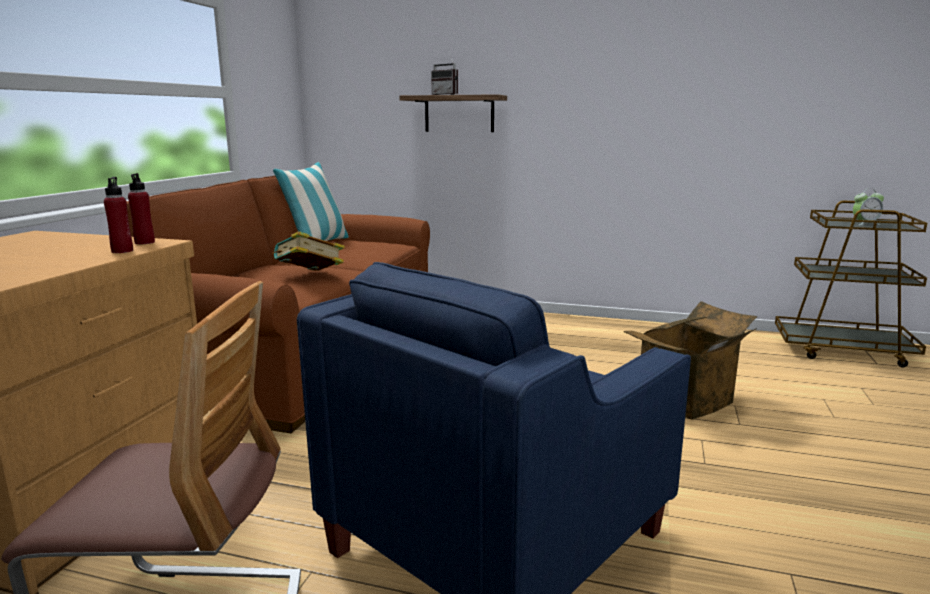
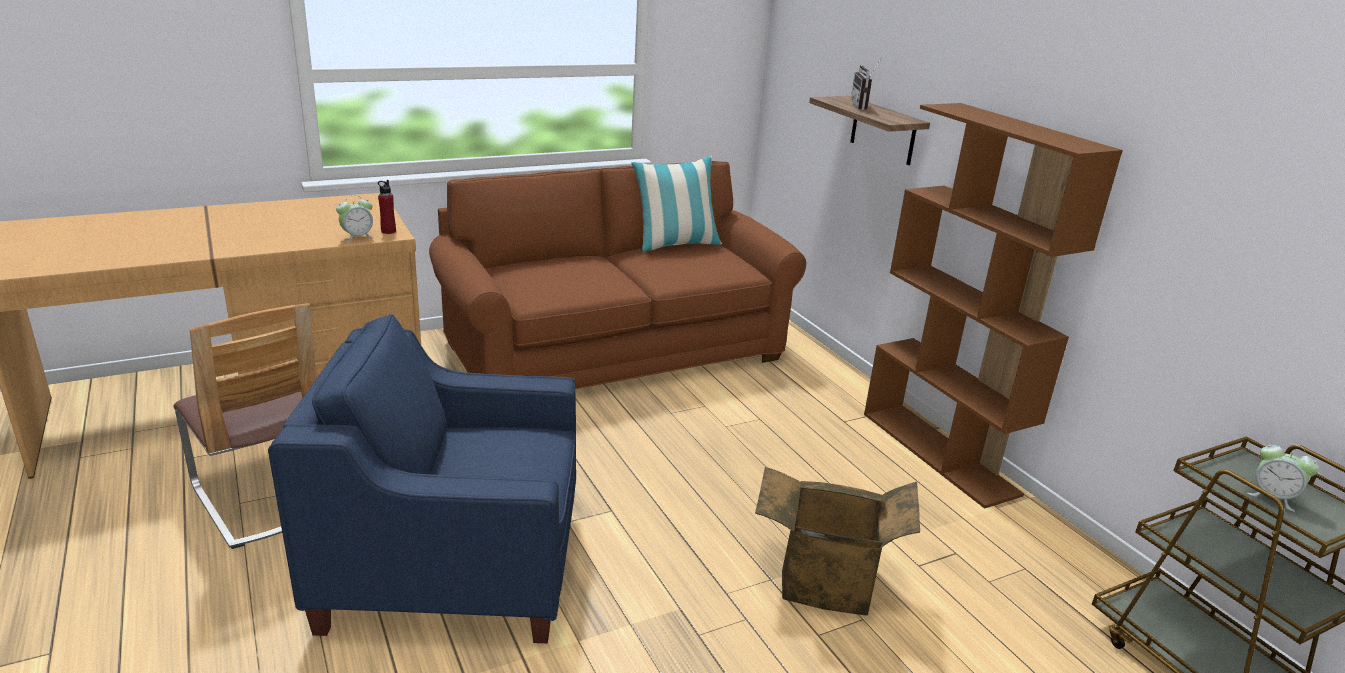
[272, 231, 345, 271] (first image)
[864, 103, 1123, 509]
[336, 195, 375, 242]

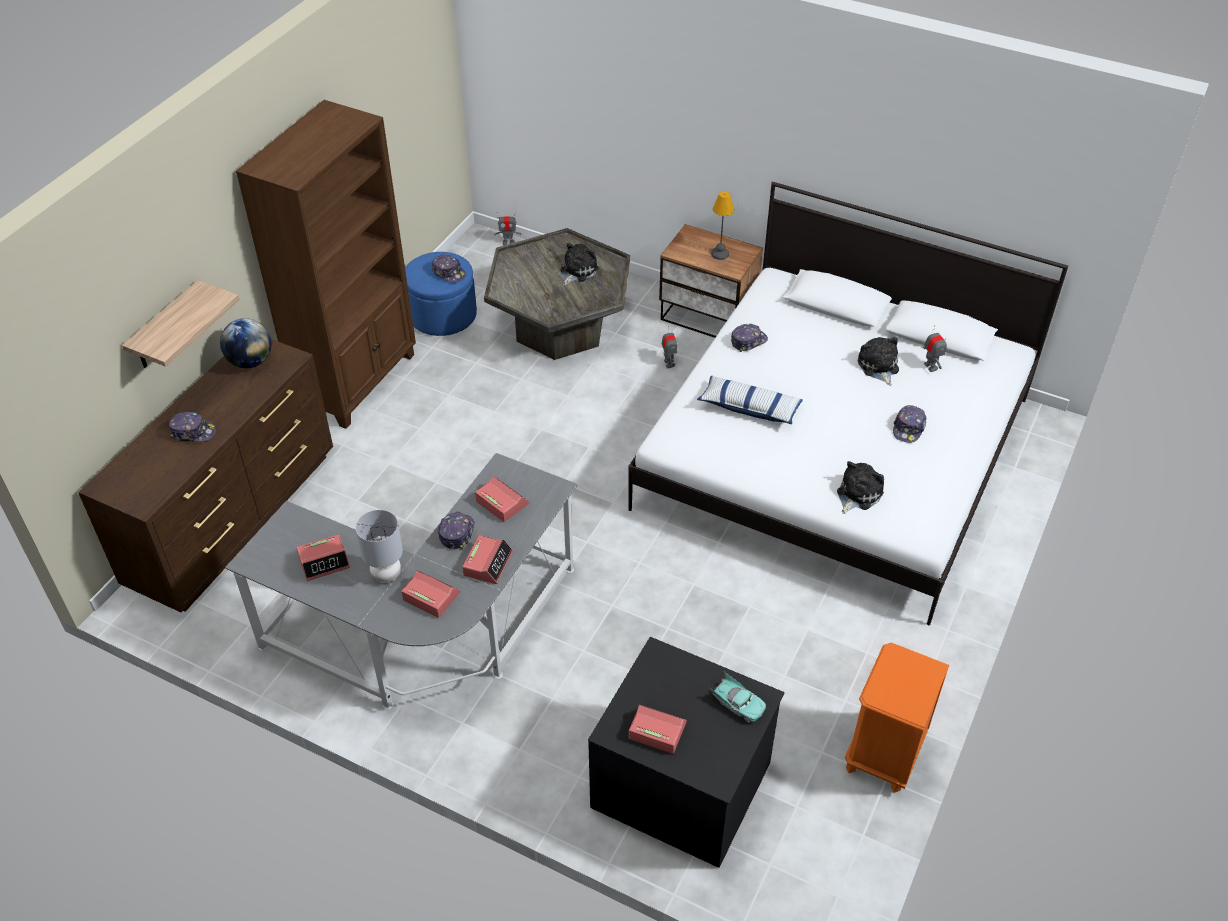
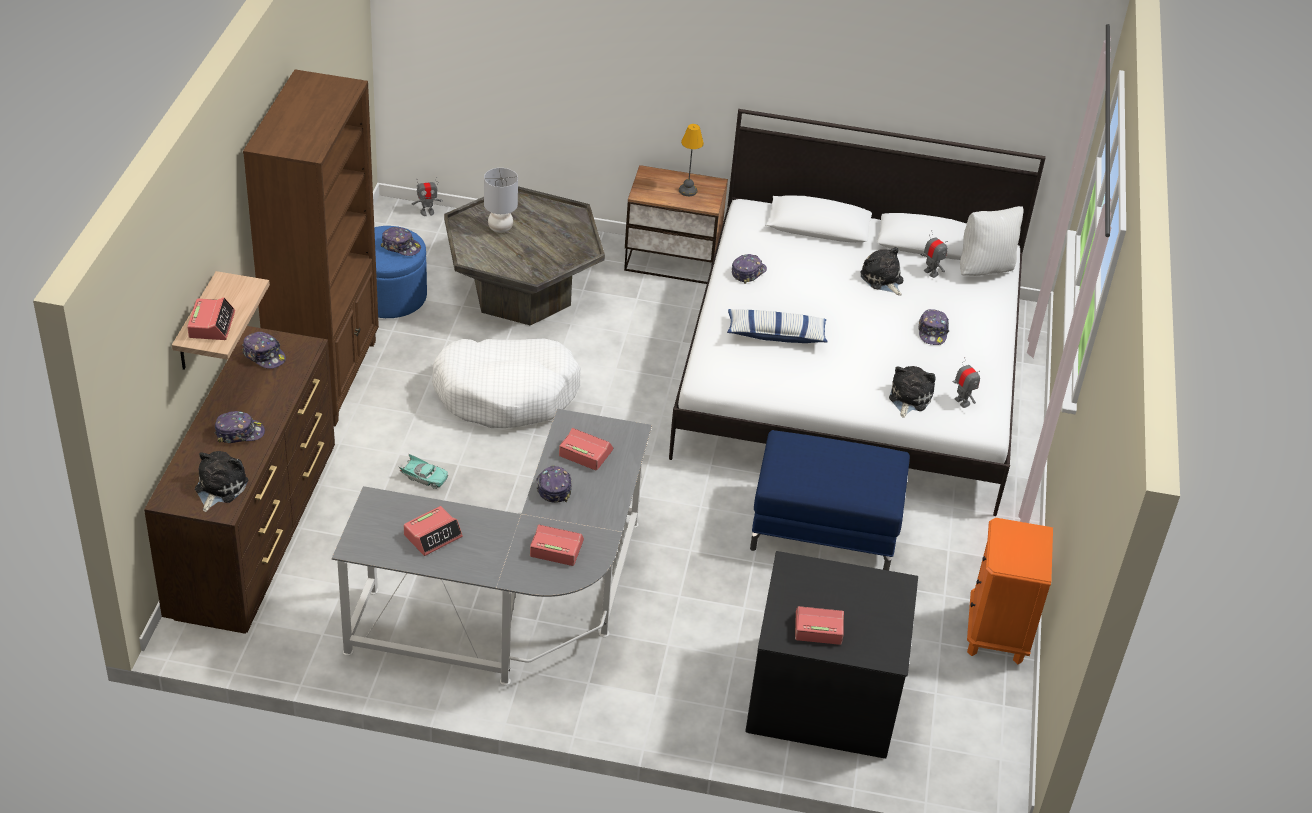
[432, 339, 581, 428]
[750, 430, 910, 571]
[960, 206, 1024, 276]
[484, 168, 518, 233]
[187, 297, 235, 340]
[195, 451, 249, 512]
[953, 357, 980, 408]
[398, 454, 448, 489]
[242, 332, 286, 369]

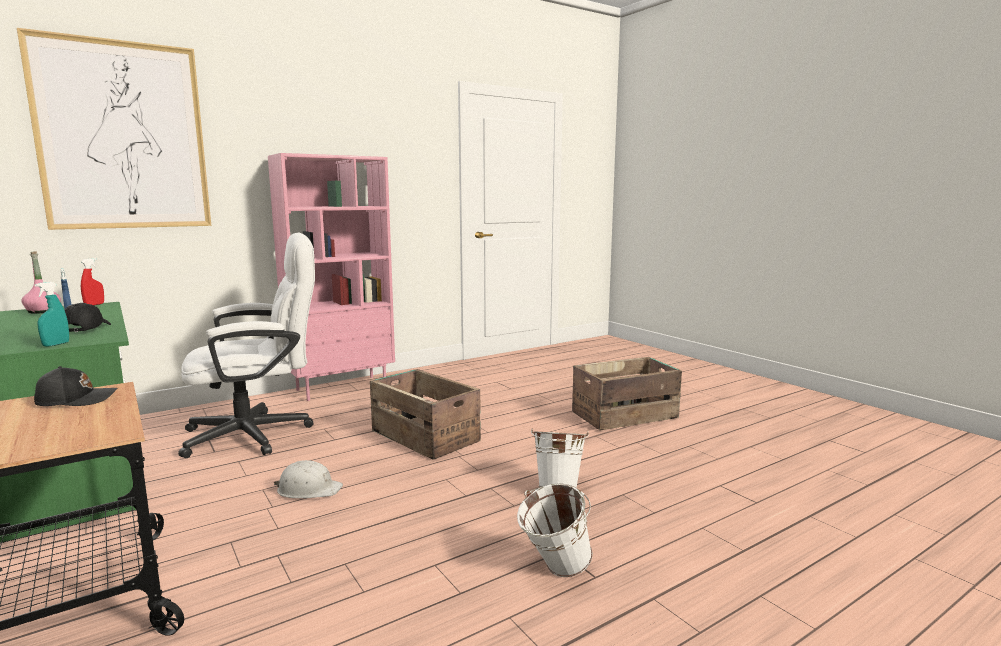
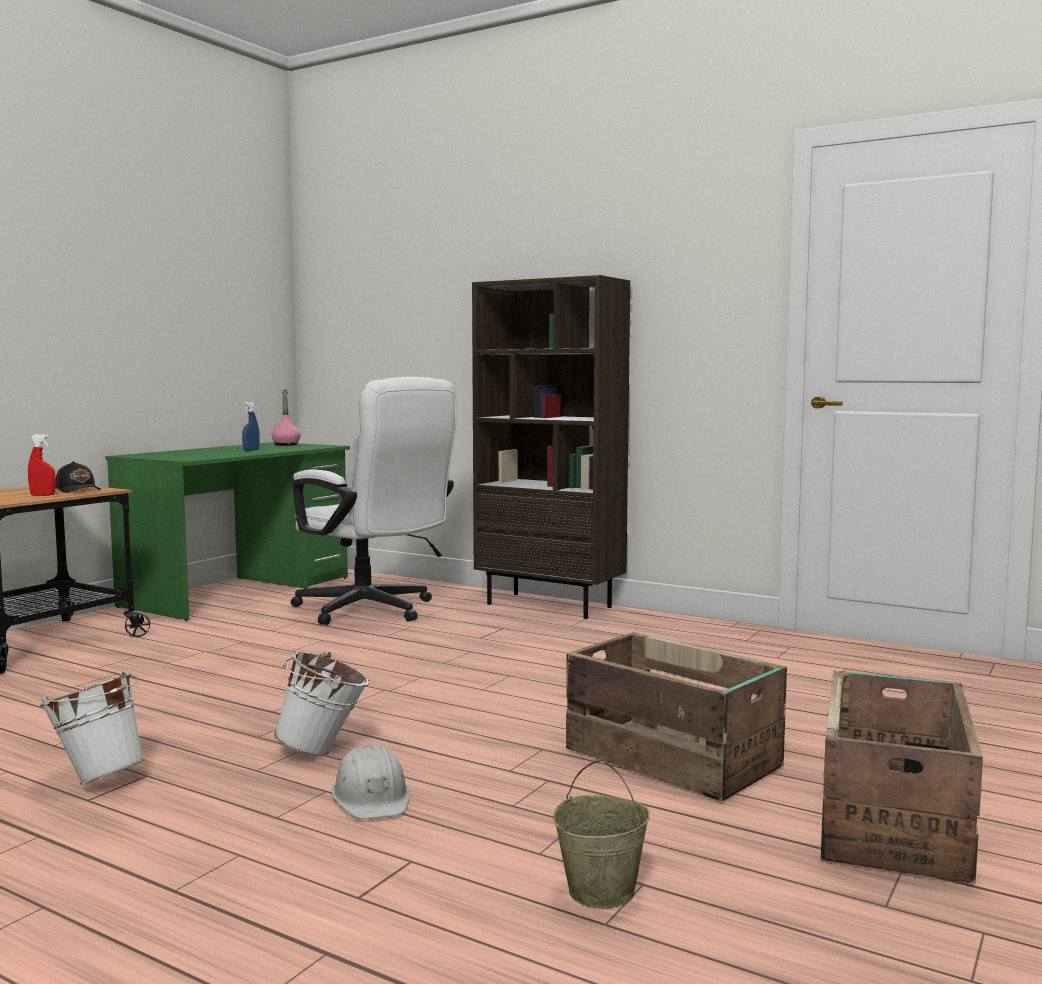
[17, 28, 211, 230] (first image)
[35, 282, 69, 347] (first image)
[64, 303, 111, 332] (first image)
[553, 759, 650, 908]
[28, 434, 56, 496]
[331, 744, 410, 819]
[821, 671, 983, 884]
[472, 275, 630, 619]

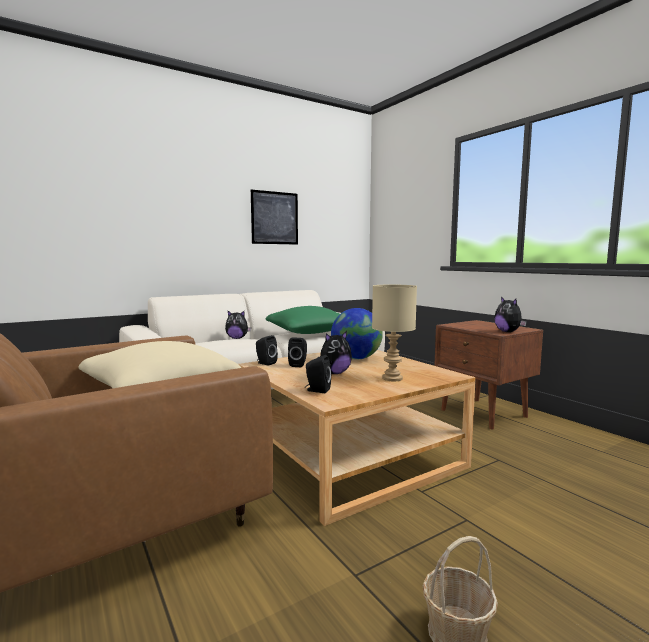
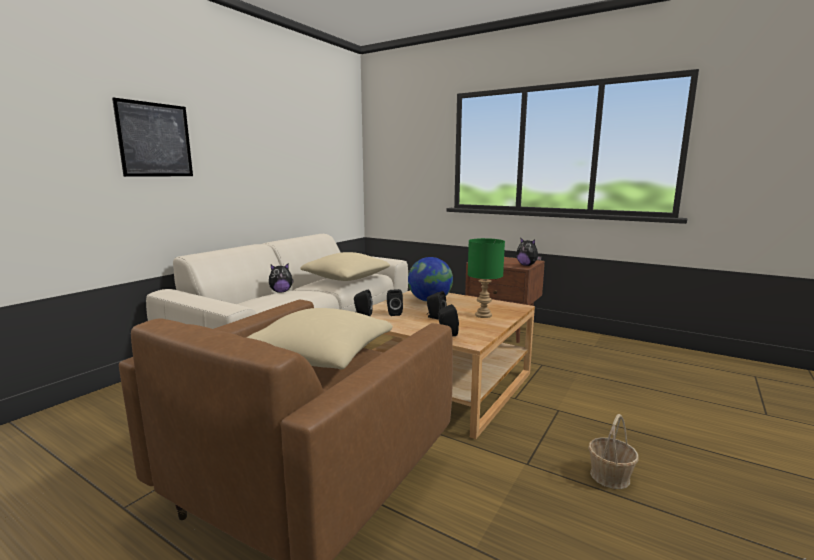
[112, 97, 193, 177]
[426, 291, 447, 320]
[300, 252, 390, 281]
[468, 238, 505, 318]

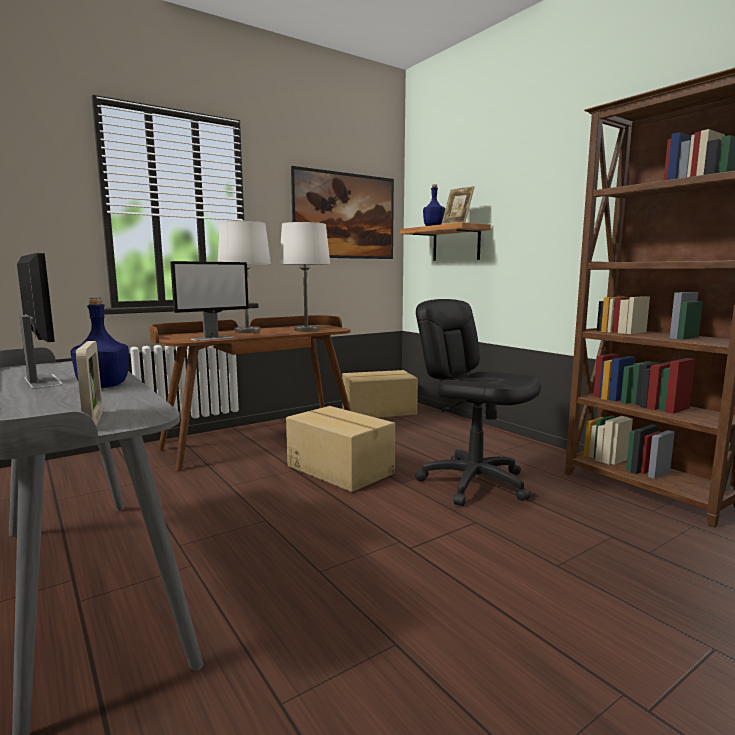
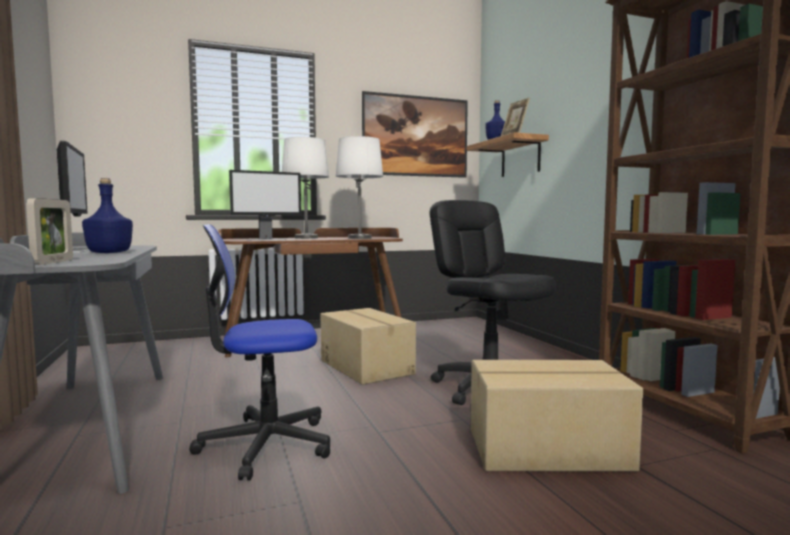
[189, 224, 330, 481]
[471, 360, 643, 471]

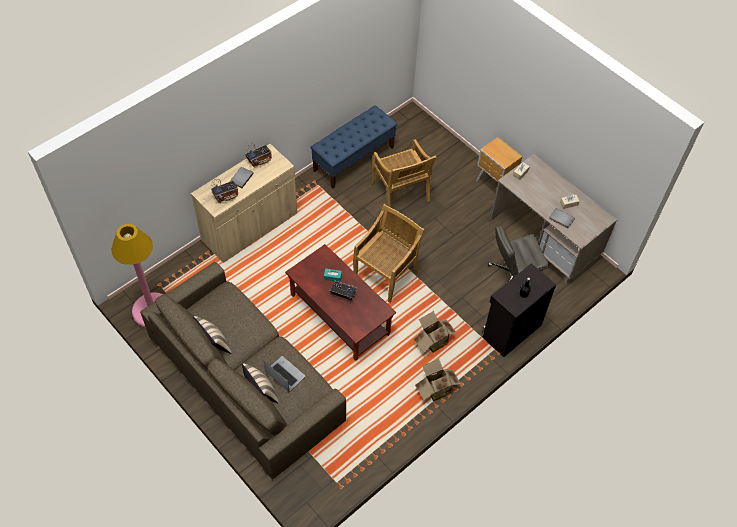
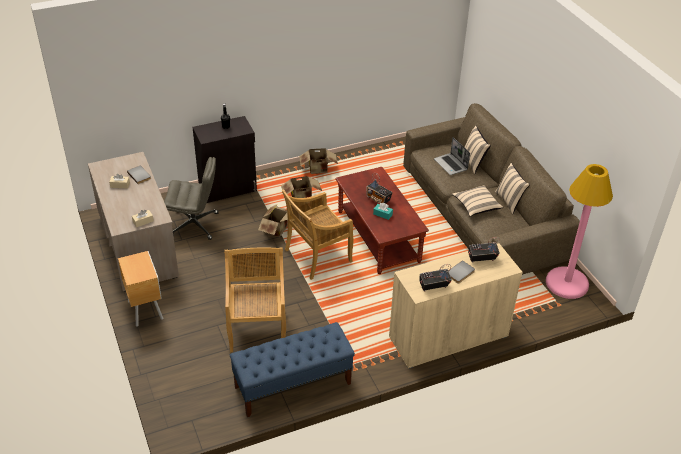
[258, 204, 288, 237]
[452, 185, 503, 217]

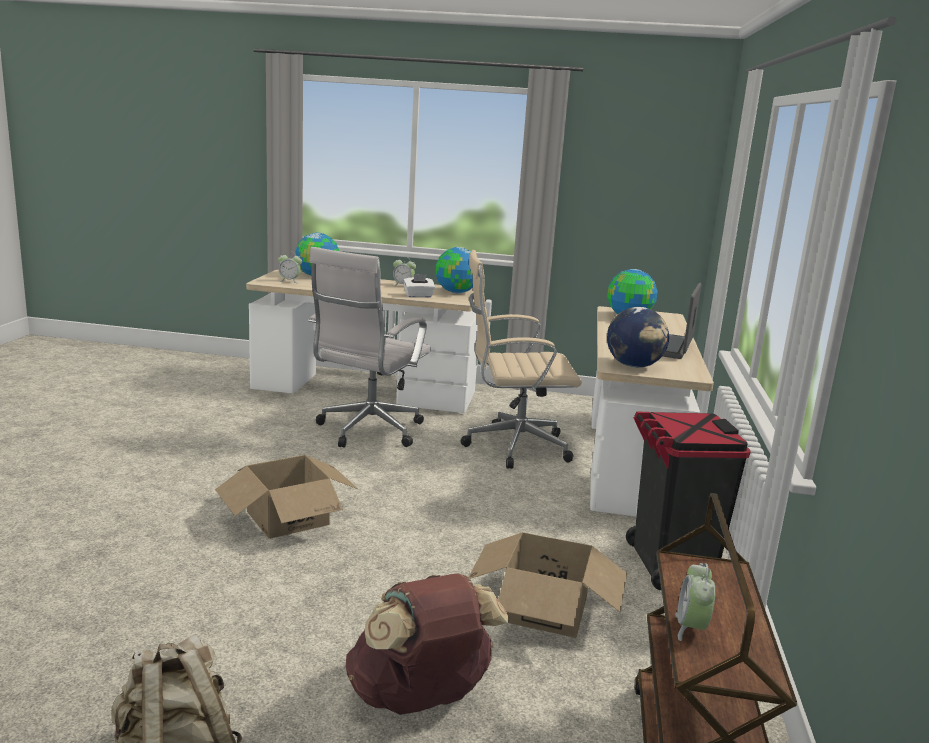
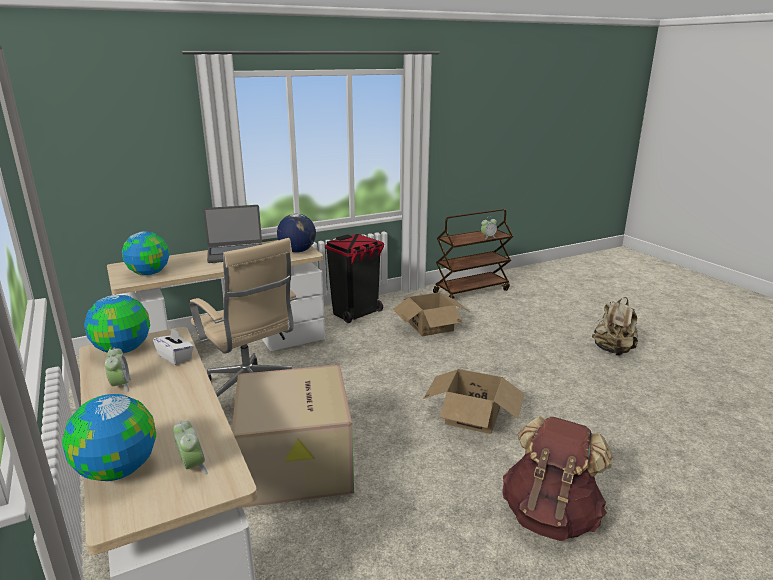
[502, 416, 613, 541]
[232, 365, 354, 508]

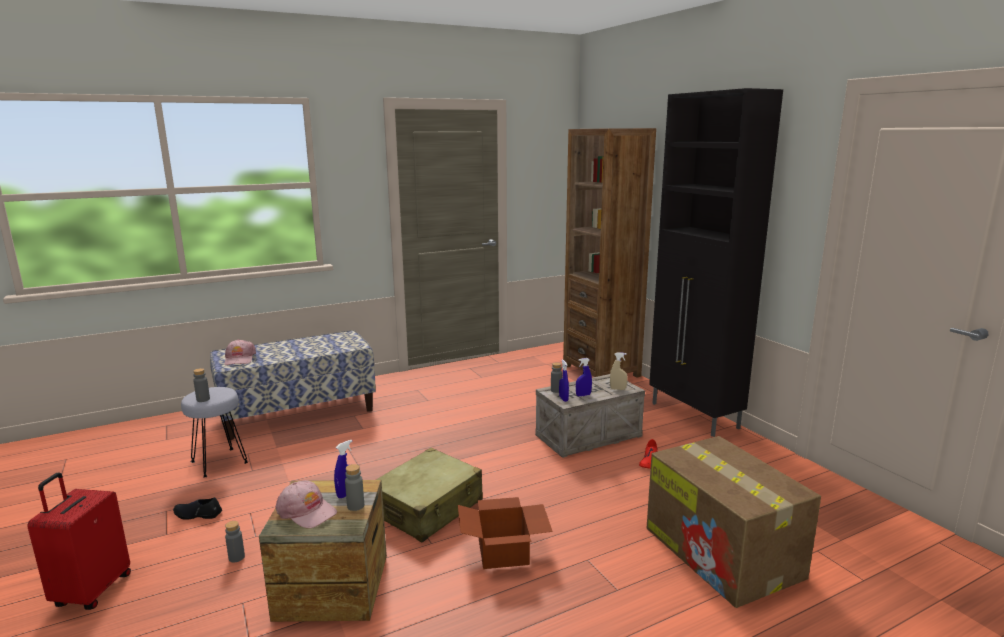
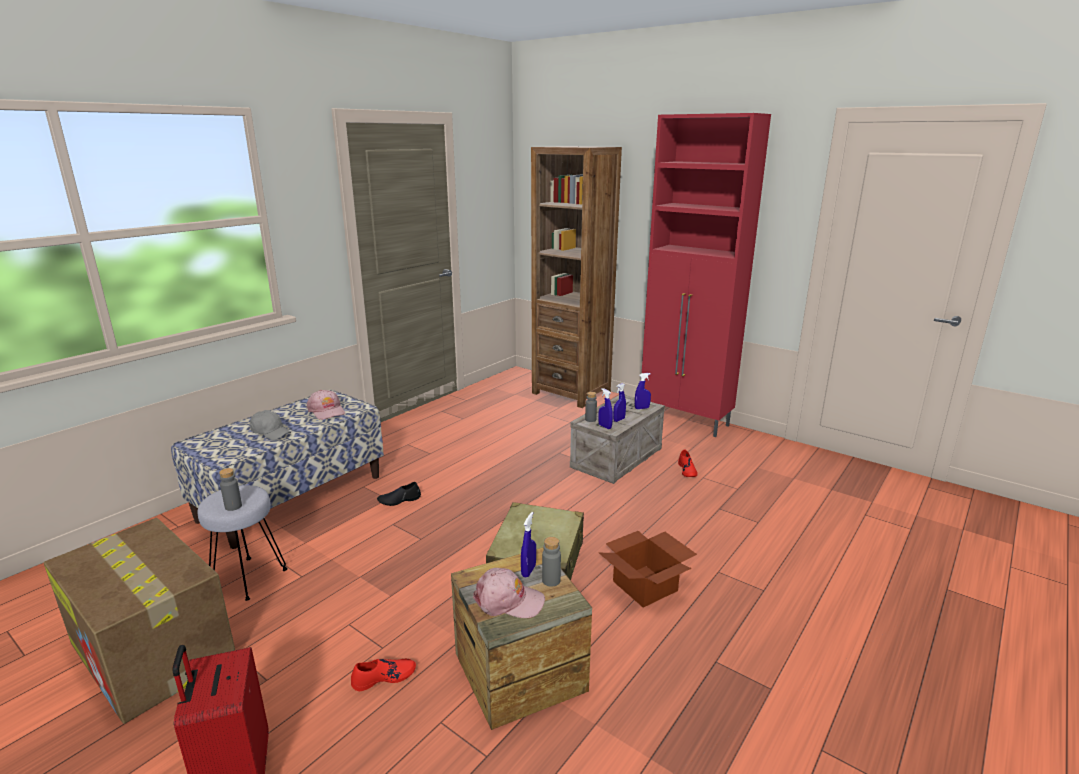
[250, 410, 291, 440]
[377, 482, 421, 506]
[307, 390, 345, 420]
[44, 518, 235, 724]
[351, 659, 416, 691]
[635, 373, 651, 409]
[642, 113, 771, 437]

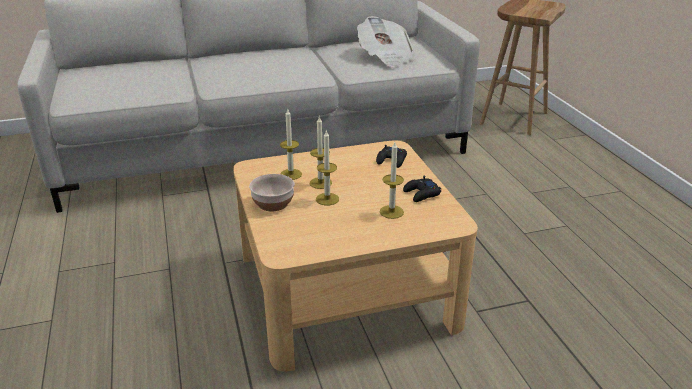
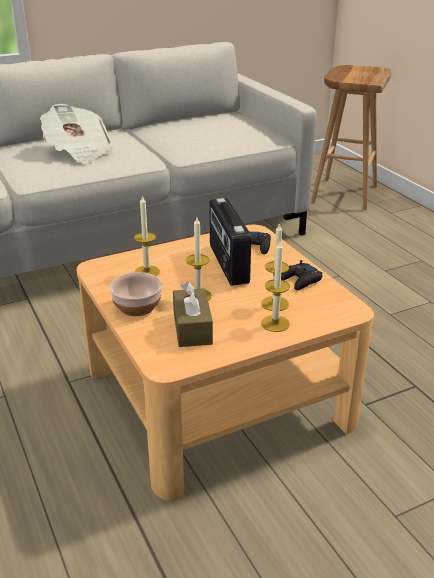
[173, 282, 213, 347]
[209, 198, 251, 286]
[261, 241, 290, 332]
[40, 104, 113, 164]

